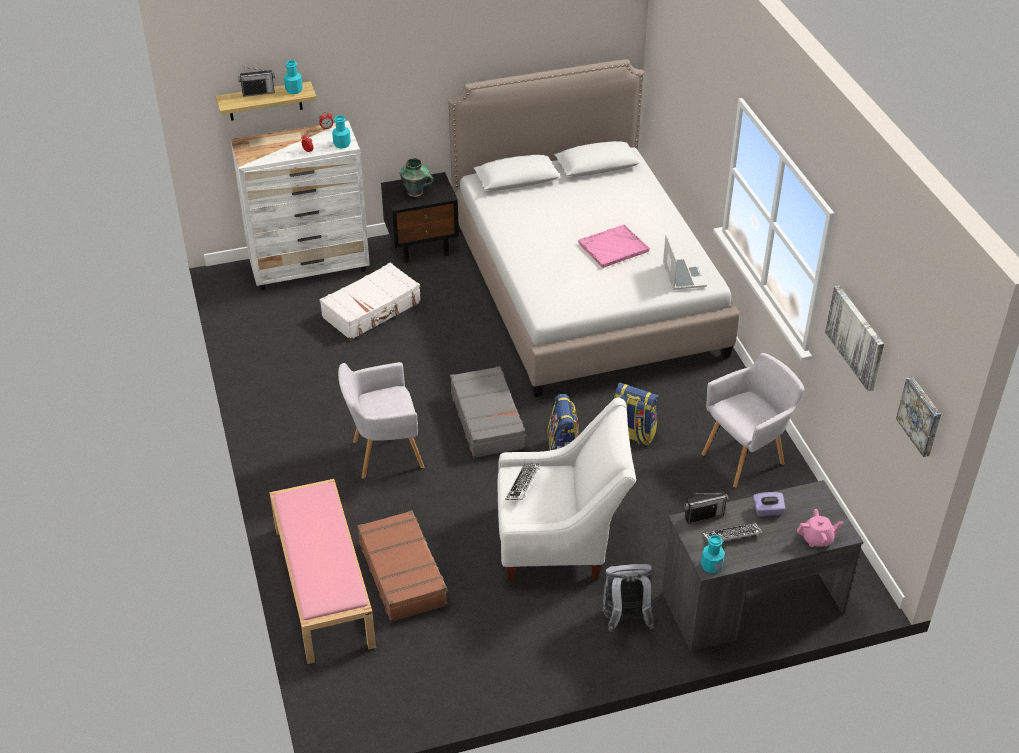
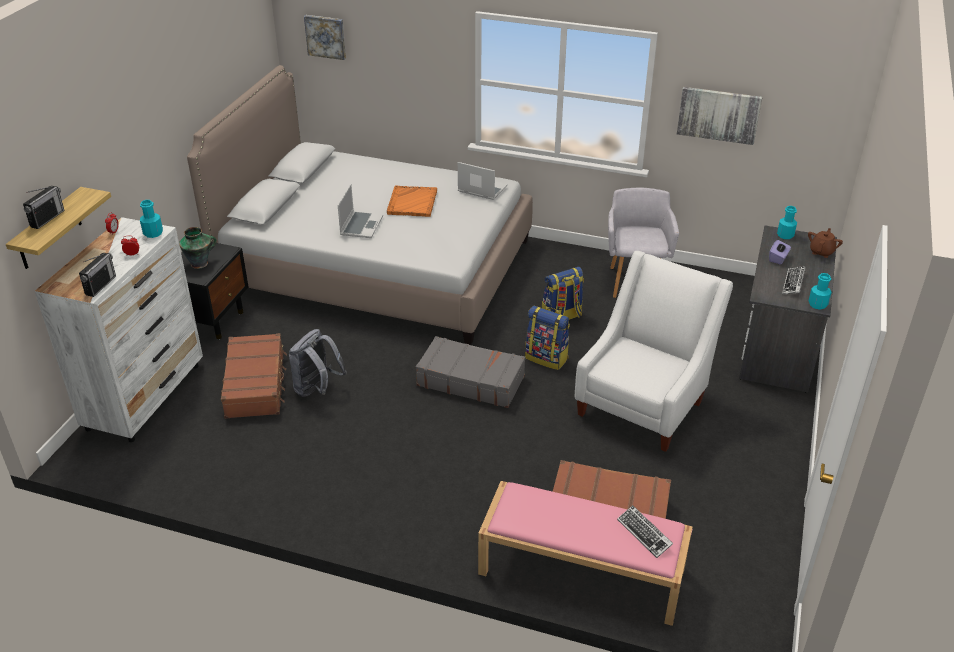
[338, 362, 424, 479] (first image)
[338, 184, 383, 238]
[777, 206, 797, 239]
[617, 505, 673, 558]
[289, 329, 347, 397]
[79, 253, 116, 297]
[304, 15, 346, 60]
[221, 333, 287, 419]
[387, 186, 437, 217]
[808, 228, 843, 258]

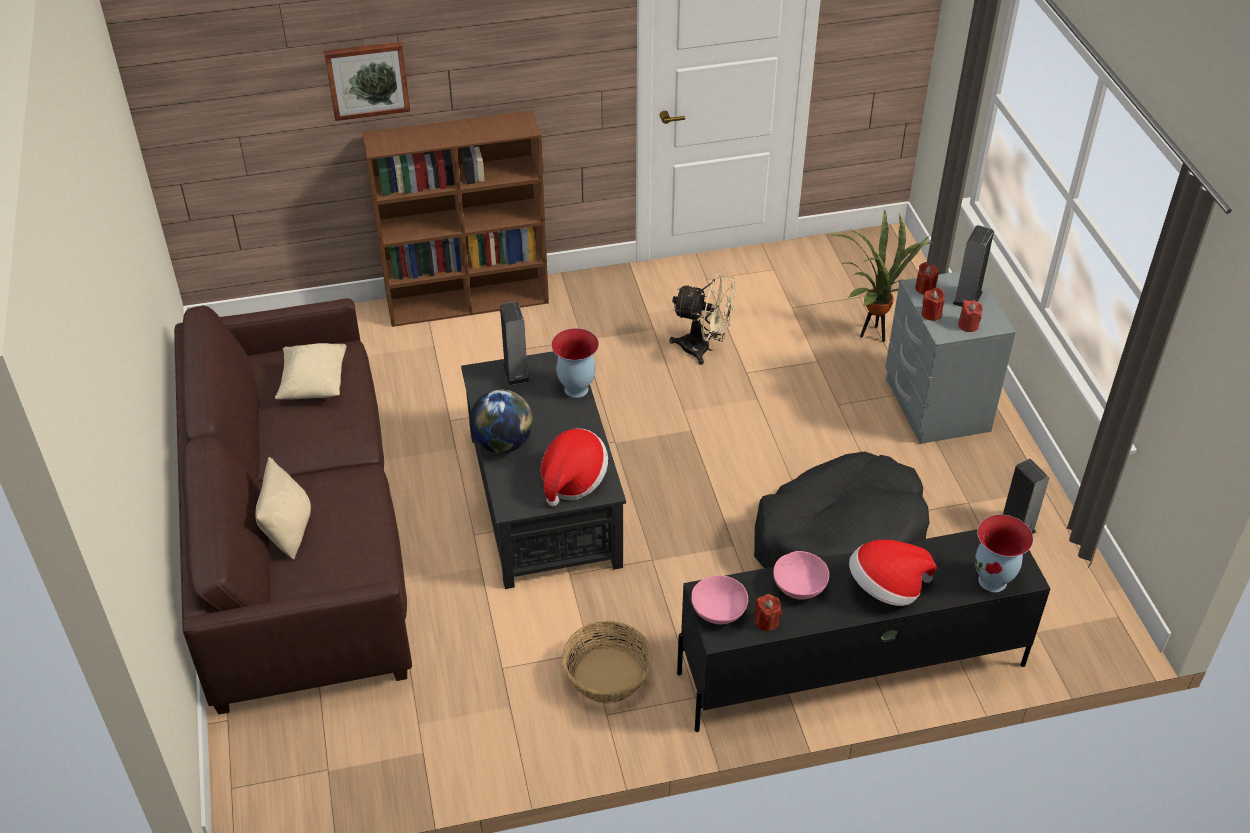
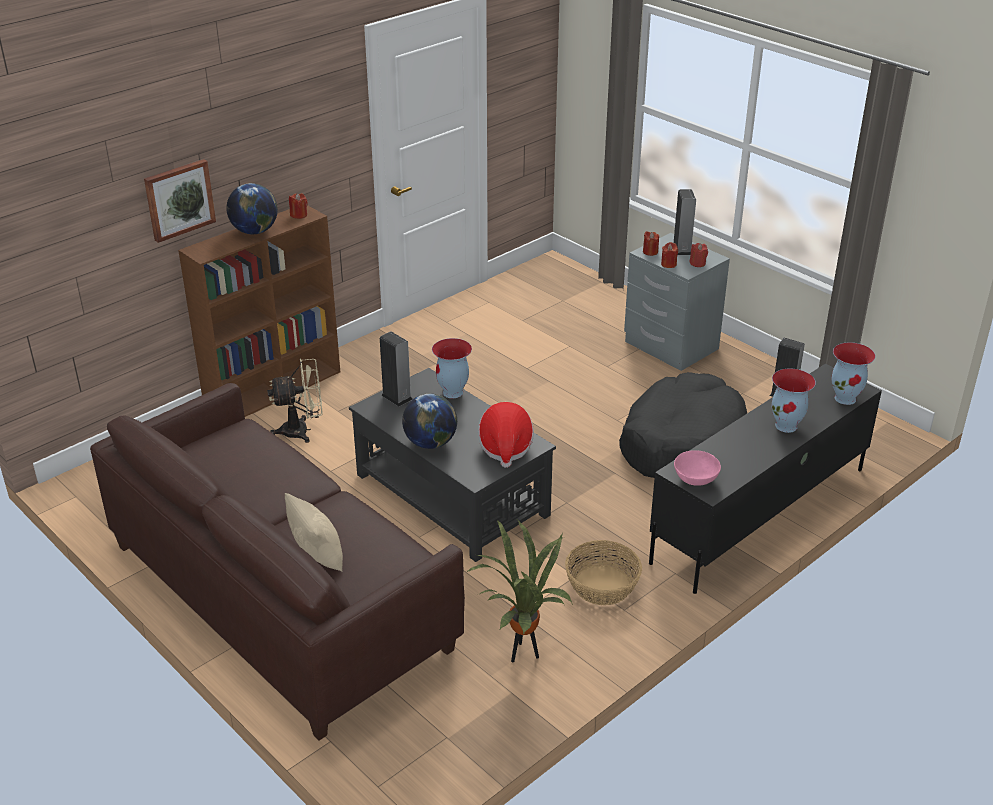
[275, 343, 347, 400] (first image)
[773, 551, 829, 600] (first image)
[226, 183, 278, 234]
[267, 358, 323, 443]
[289, 193, 308, 219]
[467, 520, 573, 662]
[772, 368, 816, 433]

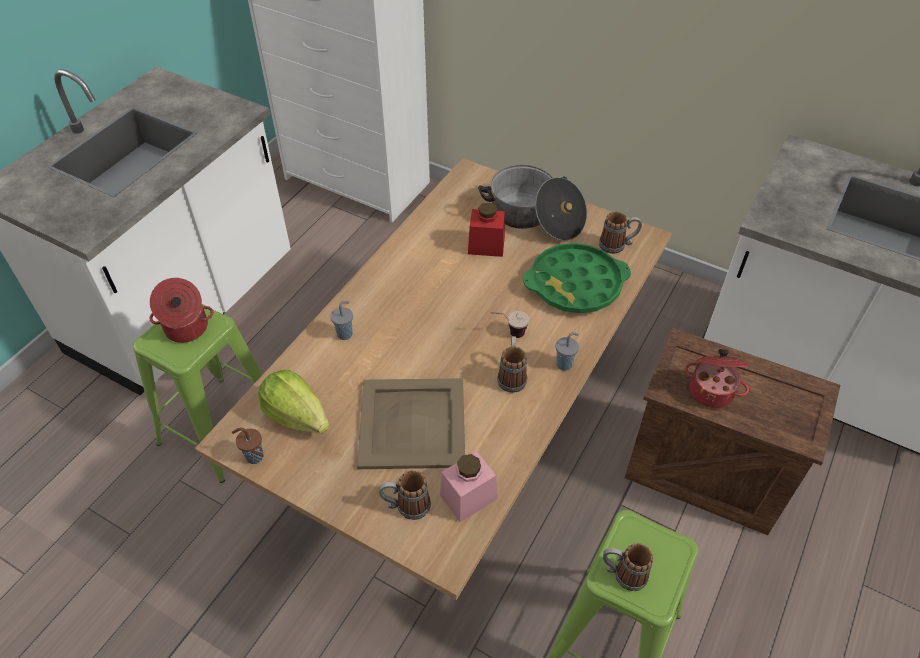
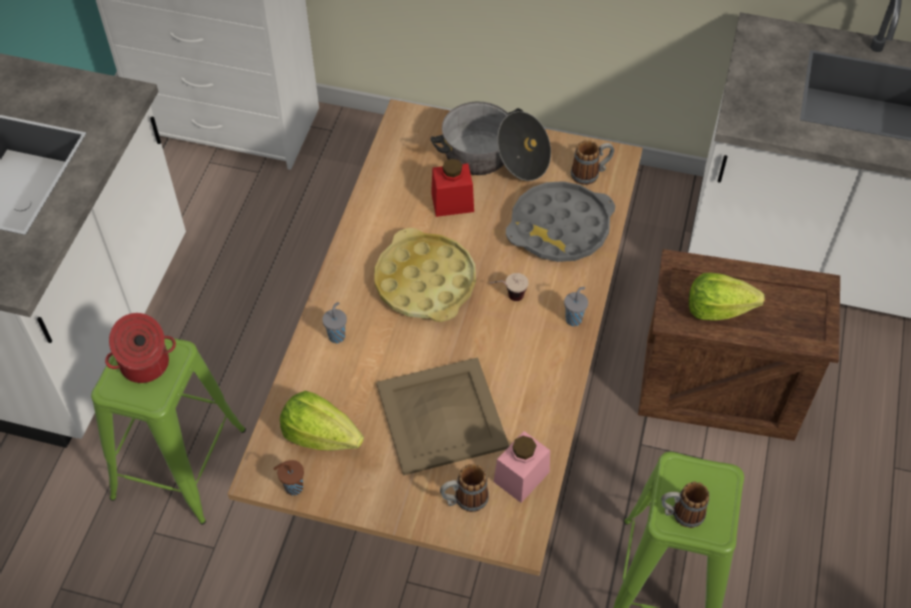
[497, 336, 527, 393] (first image)
[375, 228, 476, 322]
[689, 273, 765, 321]
[506, 181, 615, 262]

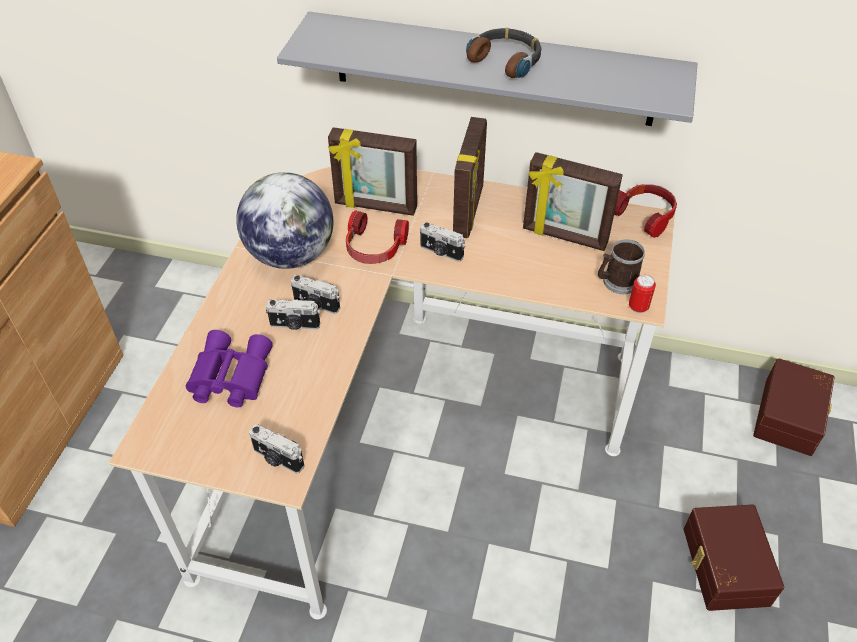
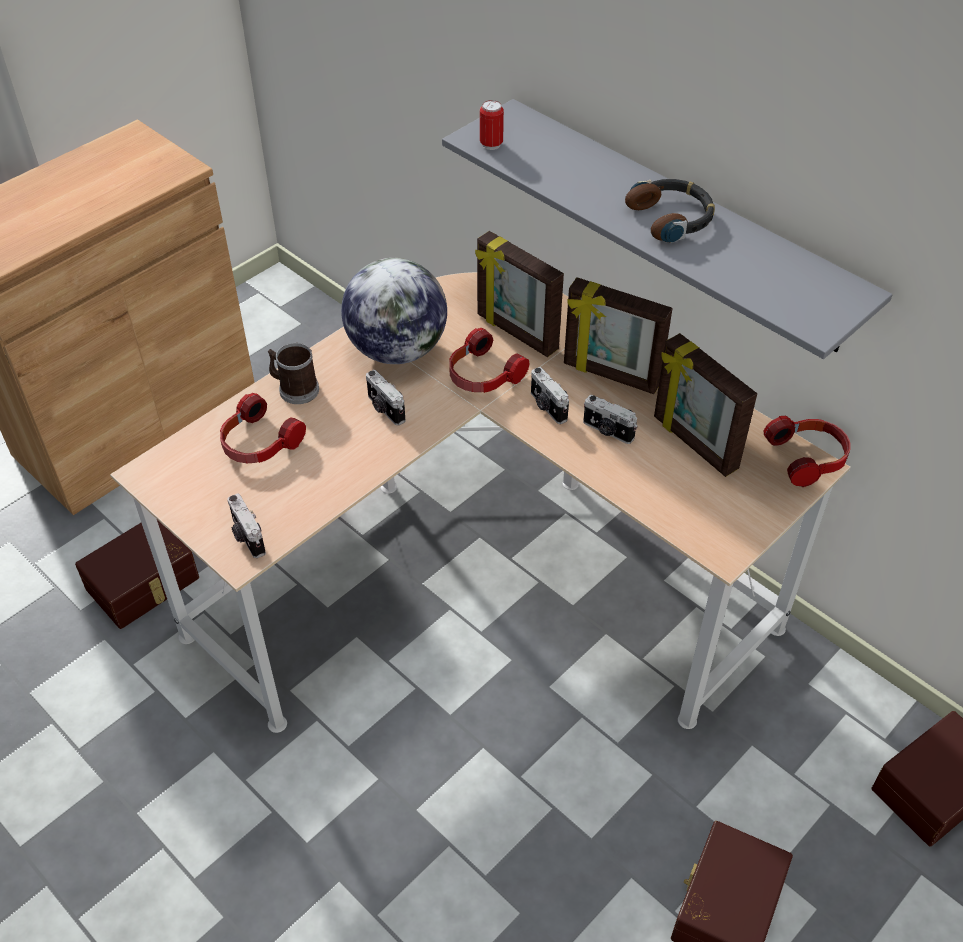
[75, 520, 199, 629]
[583, 395, 637, 444]
[268, 343, 319, 404]
[480, 100, 504, 150]
[220, 393, 306, 463]
[564, 277, 673, 394]

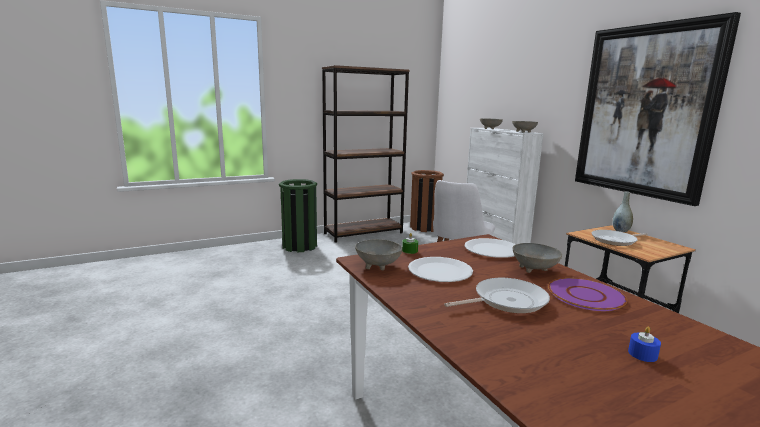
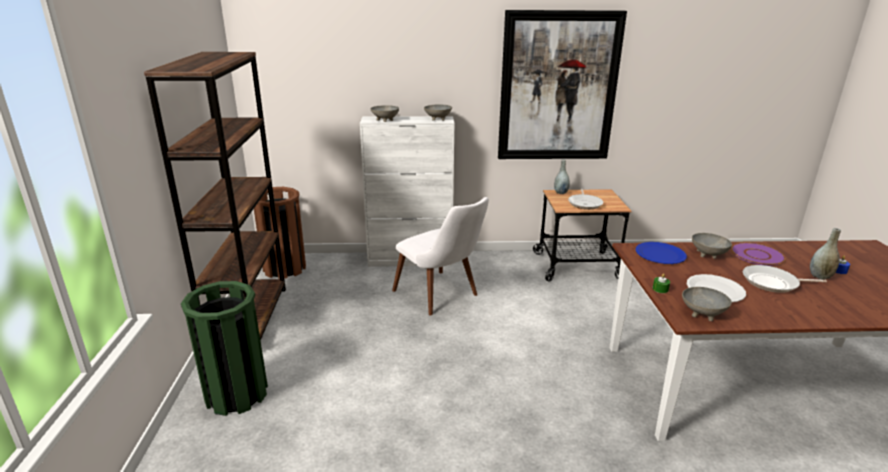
[810, 228, 841, 280]
[635, 242, 687, 264]
[743, 265, 827, 293]

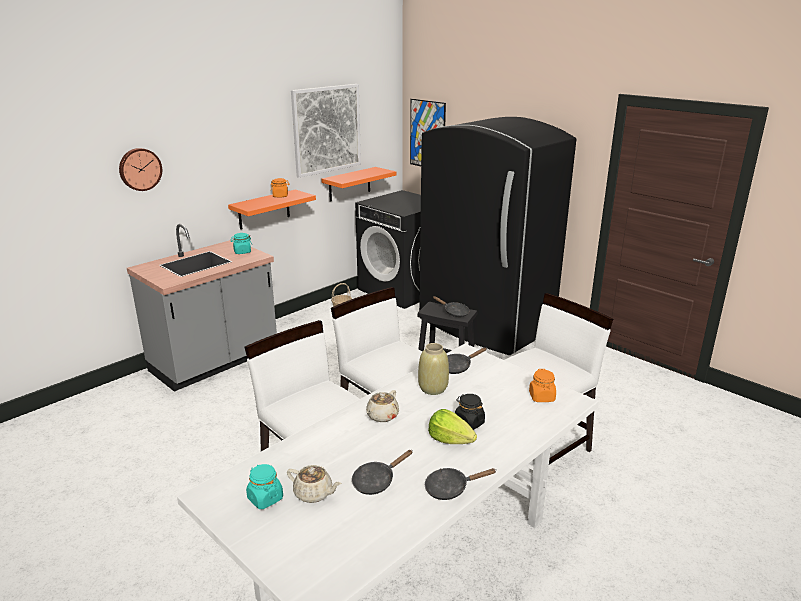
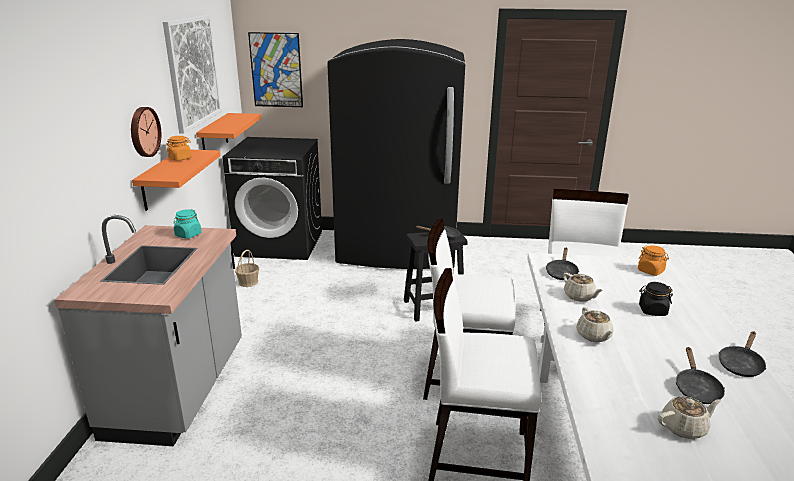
[246, 464, 283, 509] (first image)
[428, 409, 477, 444] (first image)
[131, 107, 161, 157]
[563, 273, 603, 302]

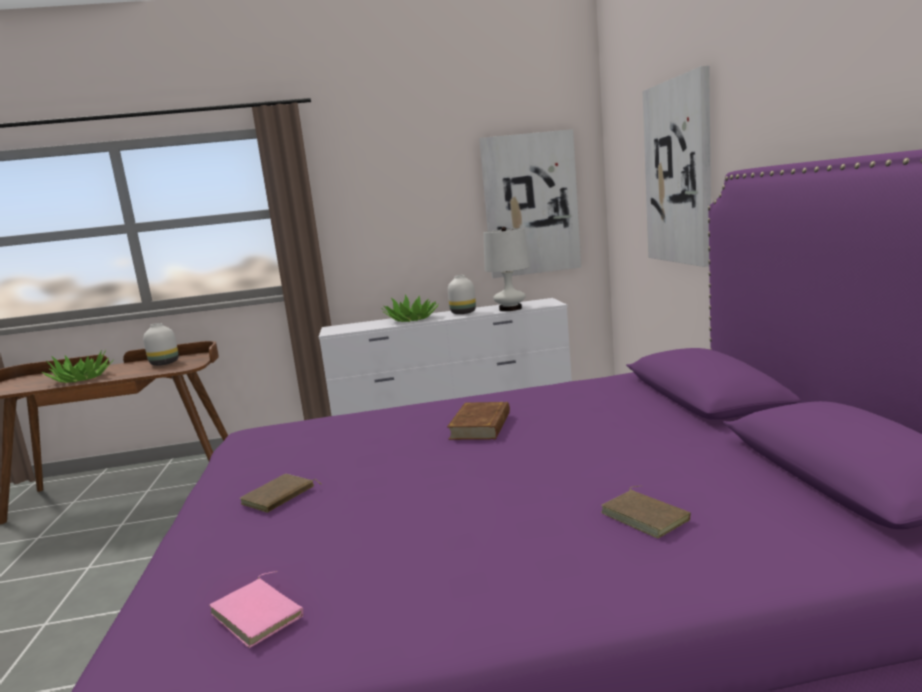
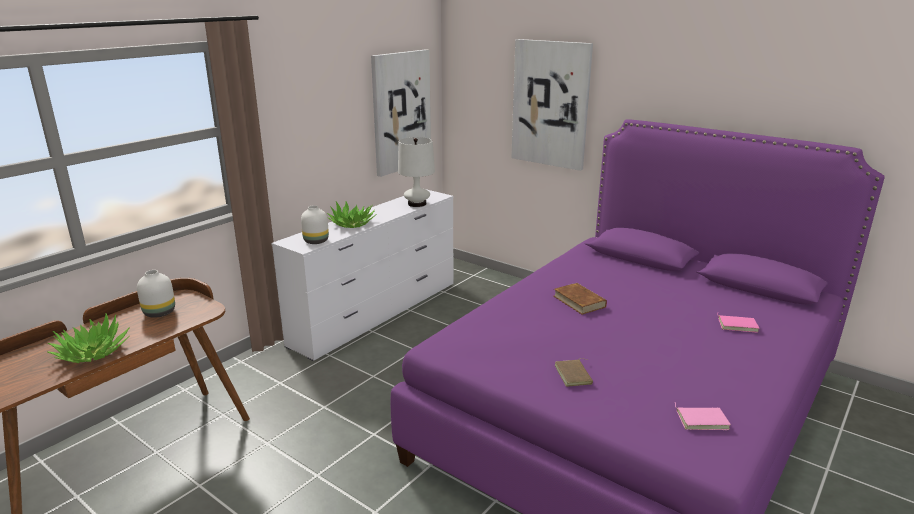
[301, 205, 329, 244]
[717, 314, 760, 333]

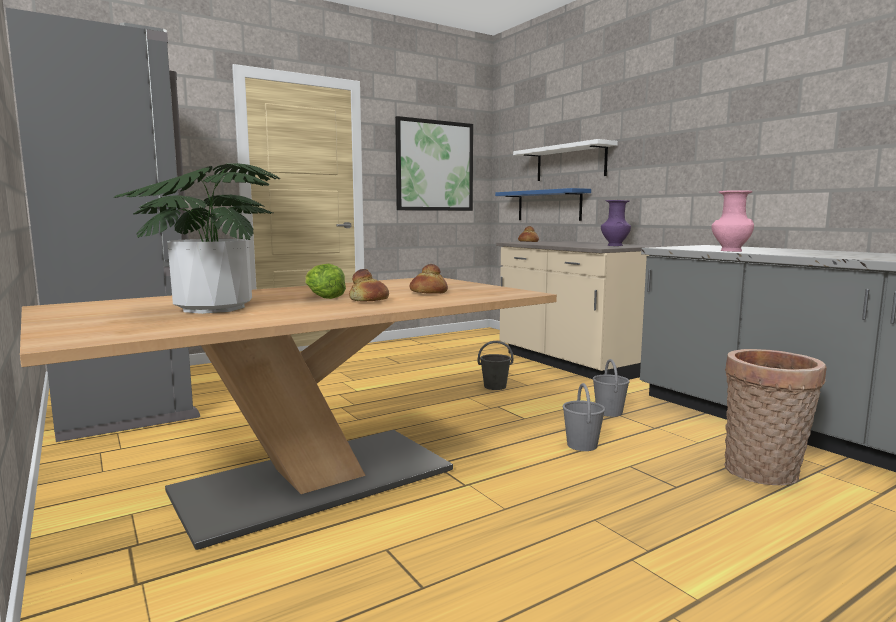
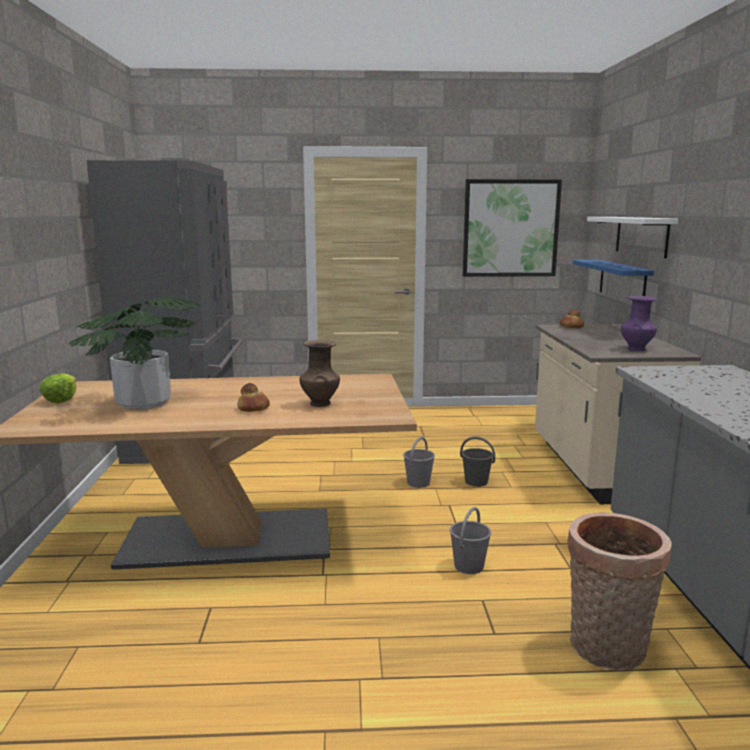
[711, 190, 754, 252] (first image)
[40, 374, 77, 403]
[403, 437, 435, 488]
[299, 340, 340, 407]

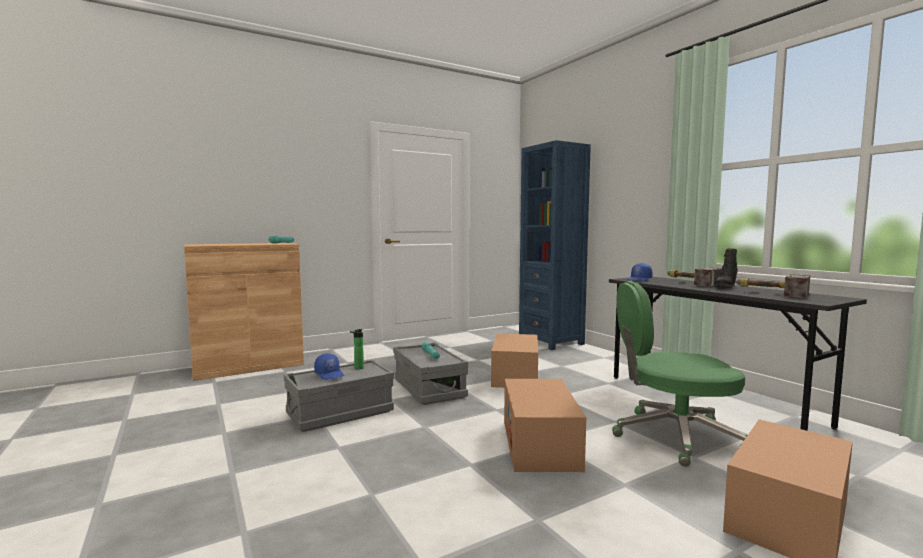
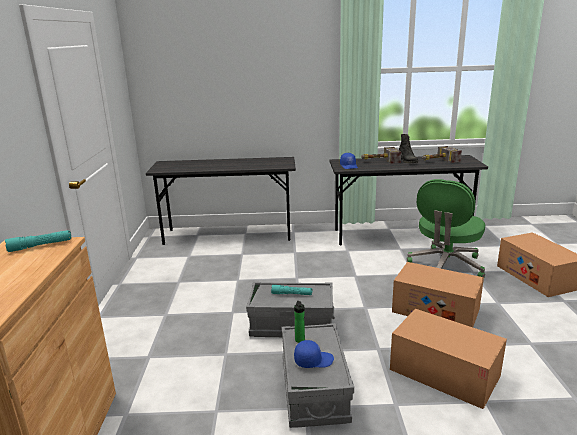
[390, 309, 507, 409]
[146, 157, 296, 245]

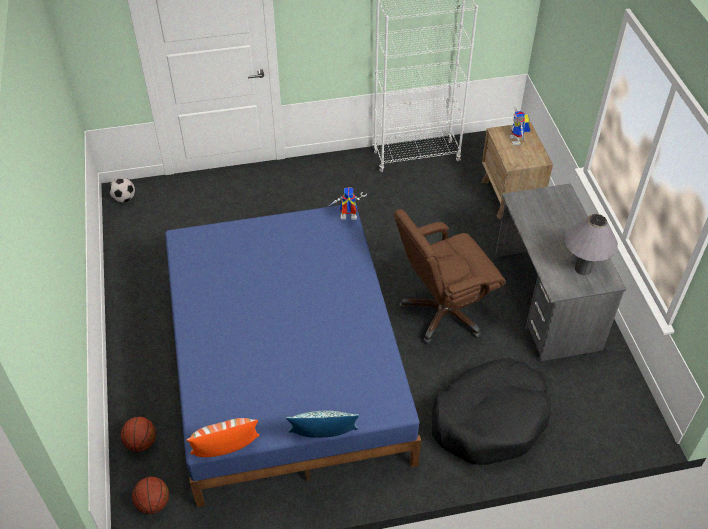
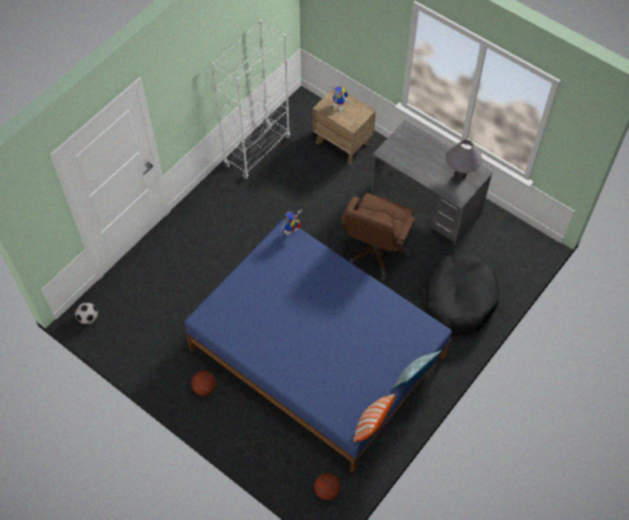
[192, 371, 216, 396]

